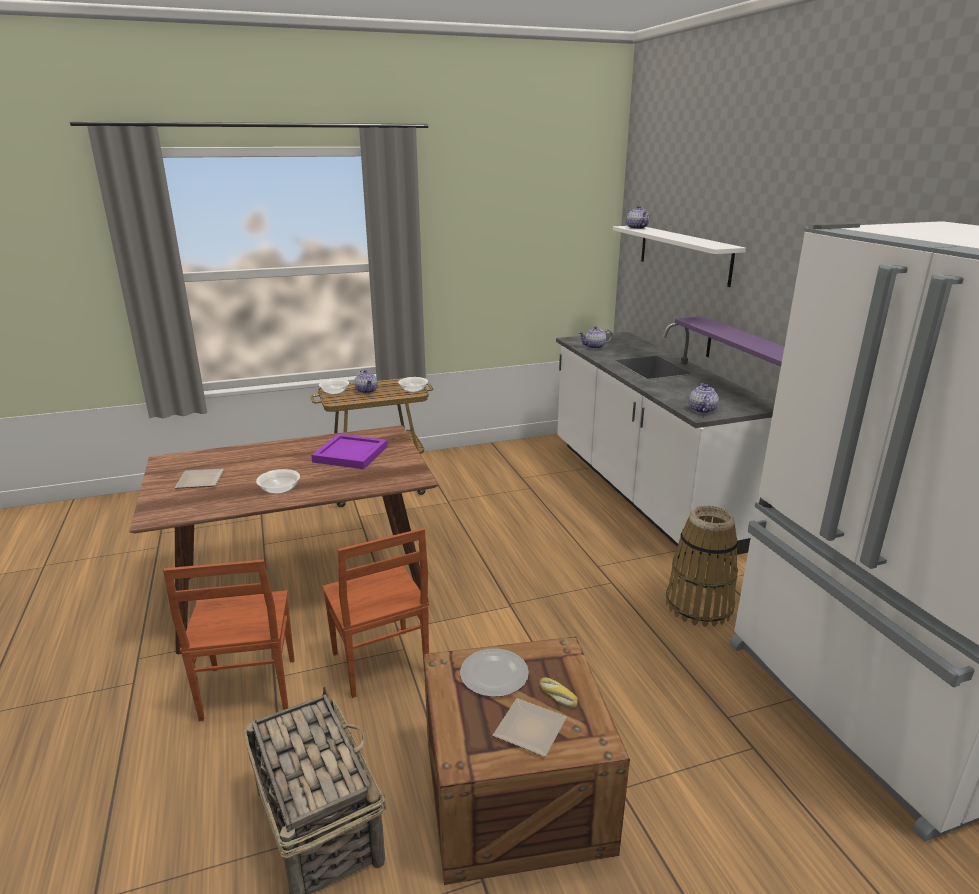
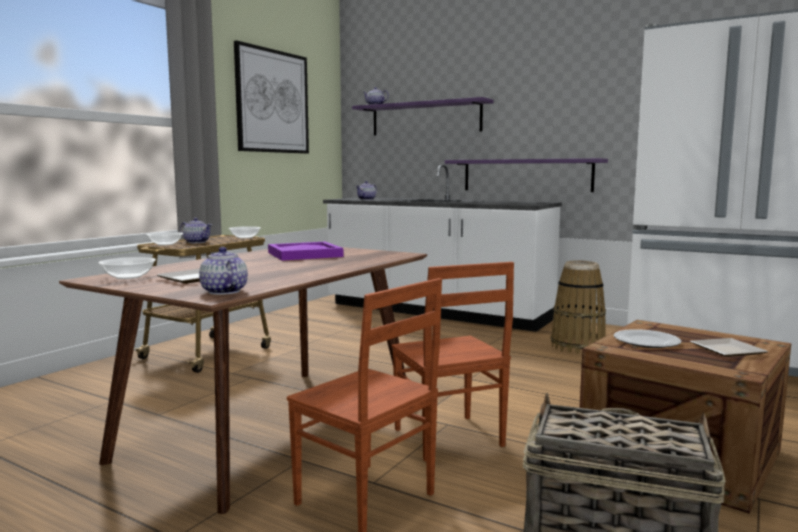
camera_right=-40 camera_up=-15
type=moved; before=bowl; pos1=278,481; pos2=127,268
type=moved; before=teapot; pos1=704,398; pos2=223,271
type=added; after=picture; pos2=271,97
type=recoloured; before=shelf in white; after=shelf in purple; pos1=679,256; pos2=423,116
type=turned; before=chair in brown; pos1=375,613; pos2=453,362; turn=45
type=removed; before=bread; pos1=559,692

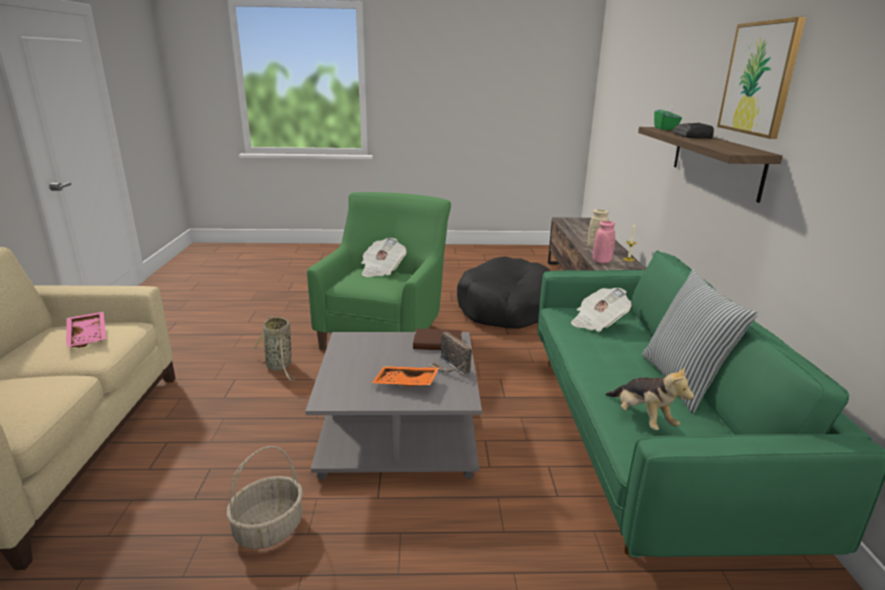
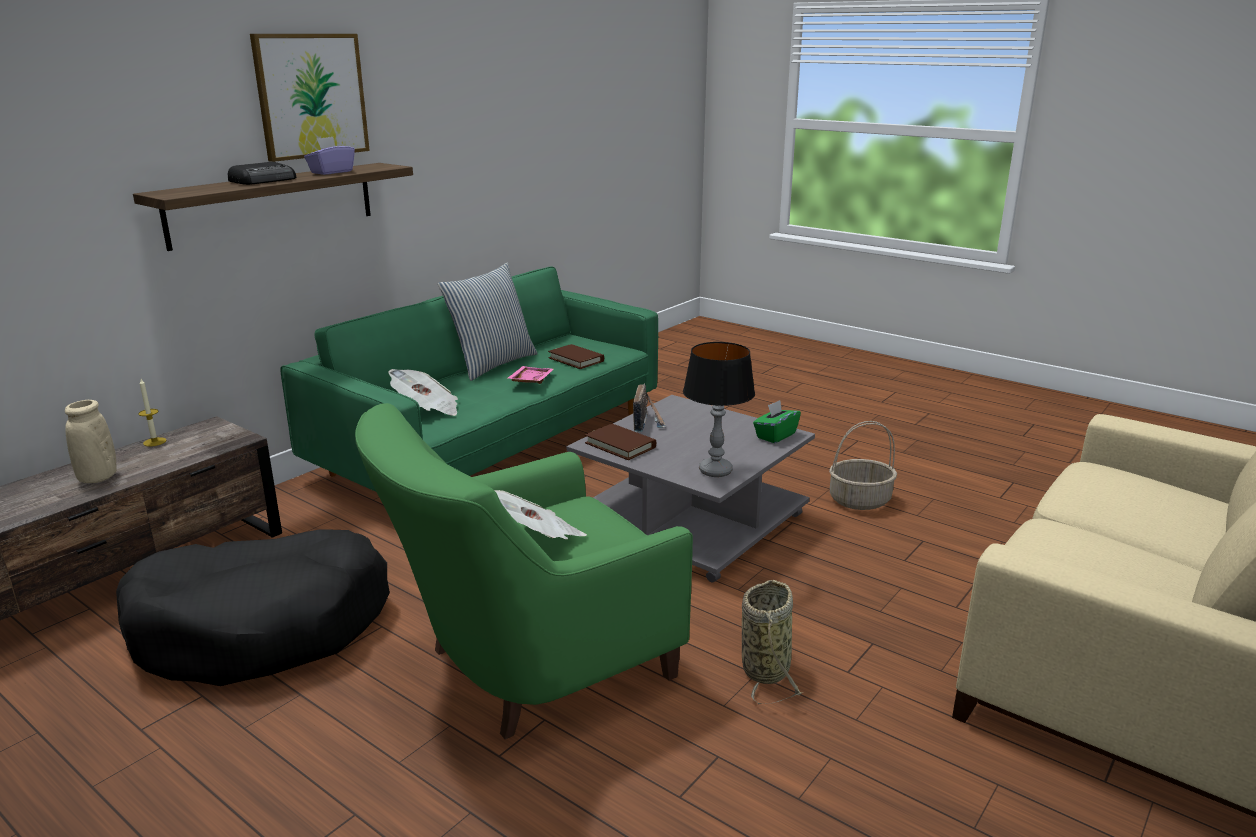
camera_right=-140 camera_up=0
type=added; after=tissue box in purple; pos2=329,156
type=moved; before=tray in pink; pos1=86,329; pos2=530,375
type=replaced; before=plush toy; after=book in brown; pos1=649,398; pos2=576,356
type=added; after=table lamp; pos2=719,409
type=moved; before=tissue box in green; pos1=668,117; pos2=777,421
type=removed; before=tray in orange; pos1=405,376
type=removed; before=vase in pink; pos1=604,242

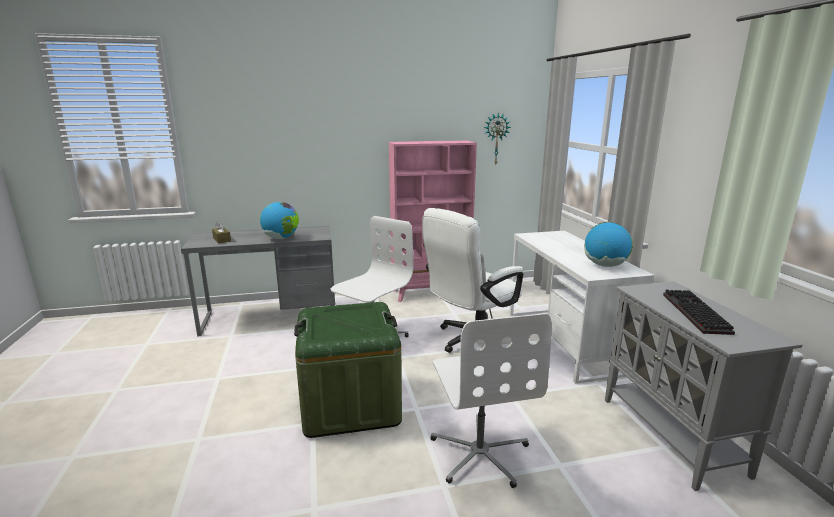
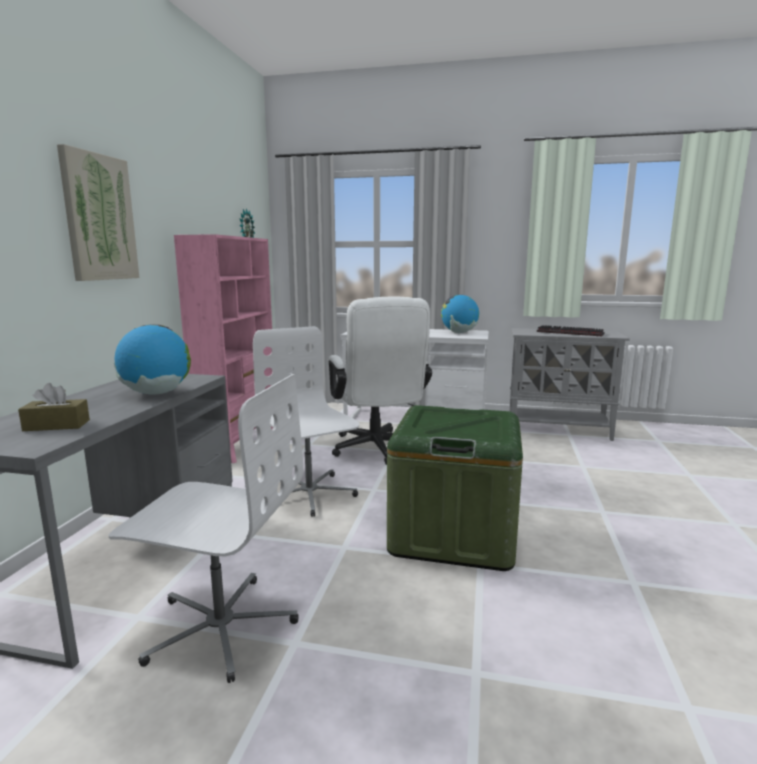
camera_right=-65 camera_up=-5
type=added; after=picture; pos2=98,212
type=moved; before=office chair in white; pos1=491,400; pos2=205,528

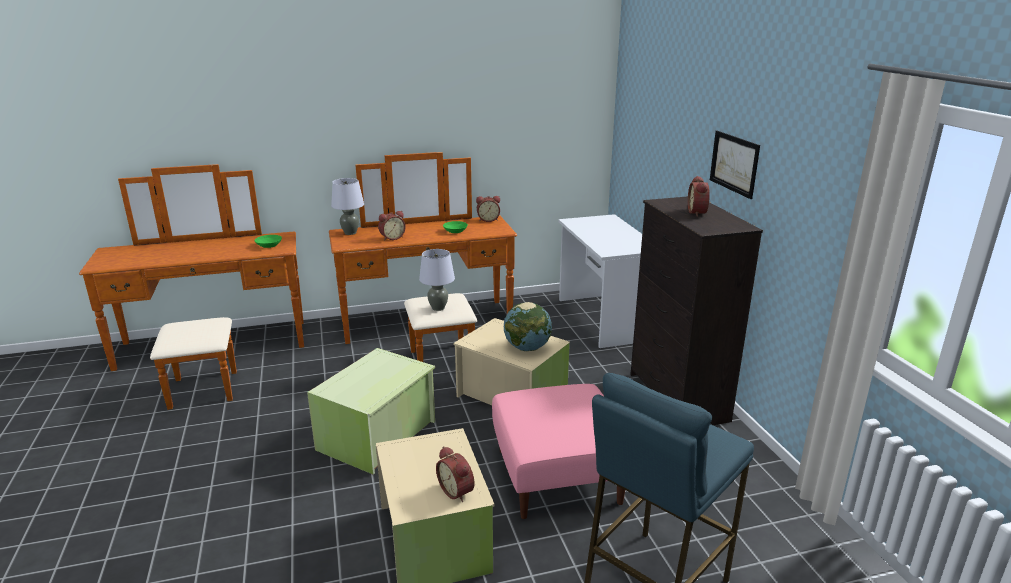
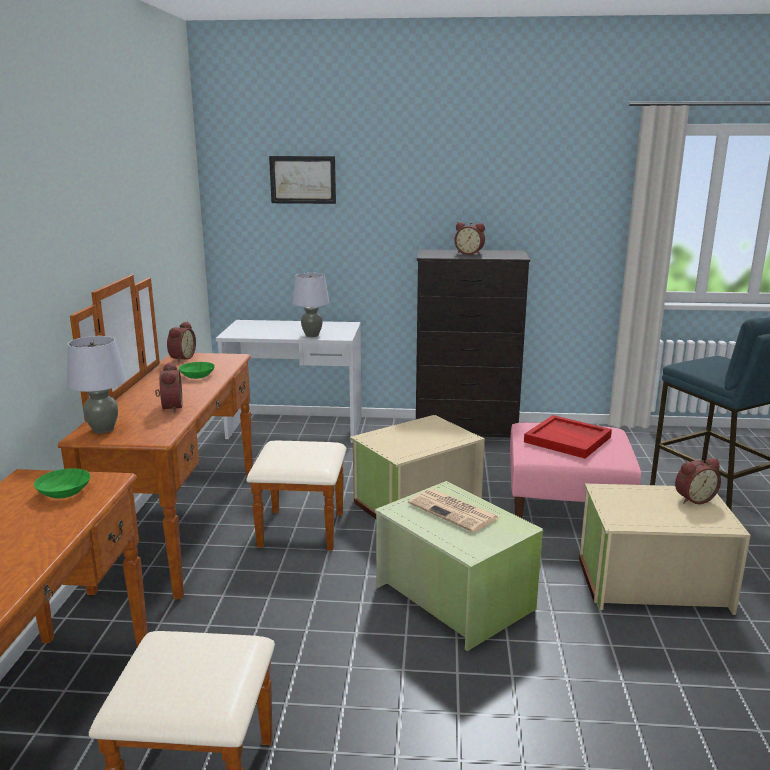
camera_right=-70 camera_up=-5
type=moved; before=picture; pos1=735,165; pos2=302,180
type=moved; before=table lamp in grey; pos1=437,280; pos2=311,305
type=added; after=newspaper; pos2=453,511
type=added; after=tray in red; pos2=568,437
type=removed; before=globe; pos1=528,326

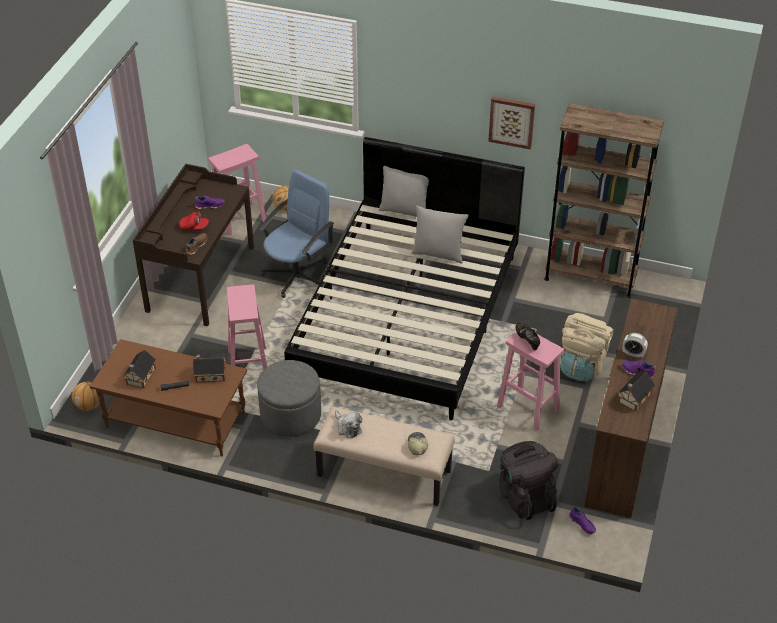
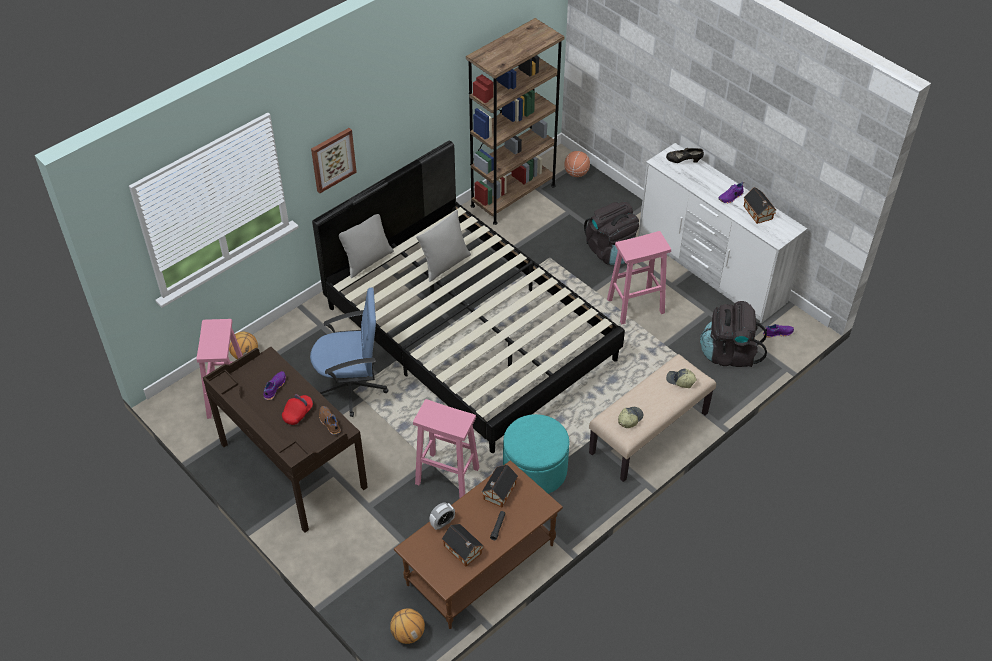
camera_right=-60 camera_up=5
type=turned; before=office chair in blue; pos1=296,234; pos2=349,352; turn=105
type=moved; before=picture; pos1=511,123; pos2=334,160
type=moved; before=alarm clock; pos1=635,345; pos2=442,516
type=recoloured; before=ottoman in grey; after=ottoman in turquoise; pos1=289,398; pos2=536,454
type=added; after=basketball; pos2=577,164
type=recoloured; before=backpack in beige; after=backpack in black; pos1=587,347; pos2=611,233
type=replaced; before=plush toy; after=cap; pos1=348,424; pos2=630,417
type=recoloured; before=dresser in brown; after=dresser in white; pos1=631,408; pos2=722,233
type=moved; before=shoe in black; pos1=528,336; pos2=685,155

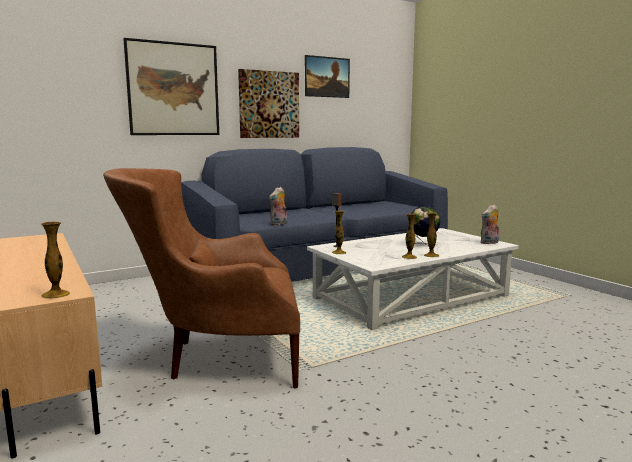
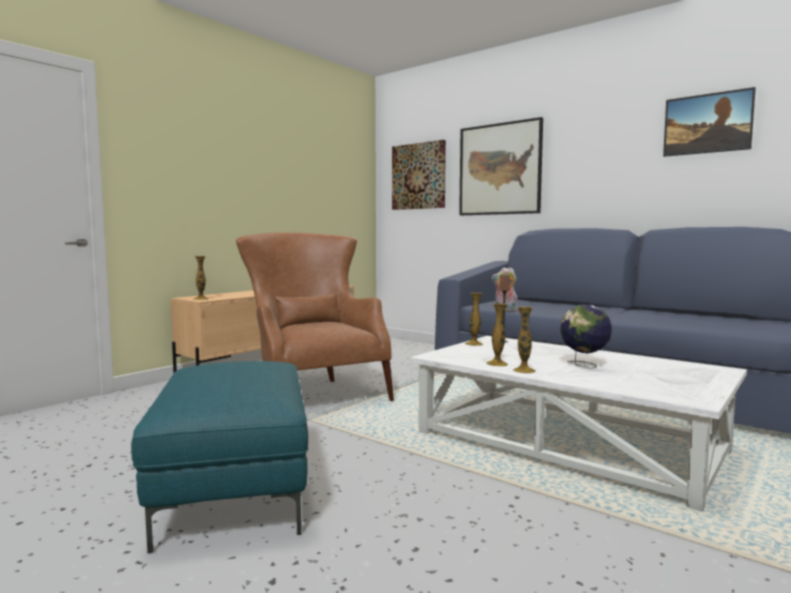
camera_right=70 camera_up=-5
type=added; after=ottoman in turquoise; pos2=219,457
type=moved; before=picture; pos1=268,103; pos2=419,175
type=removed; before=plush toy; pos1=490,224

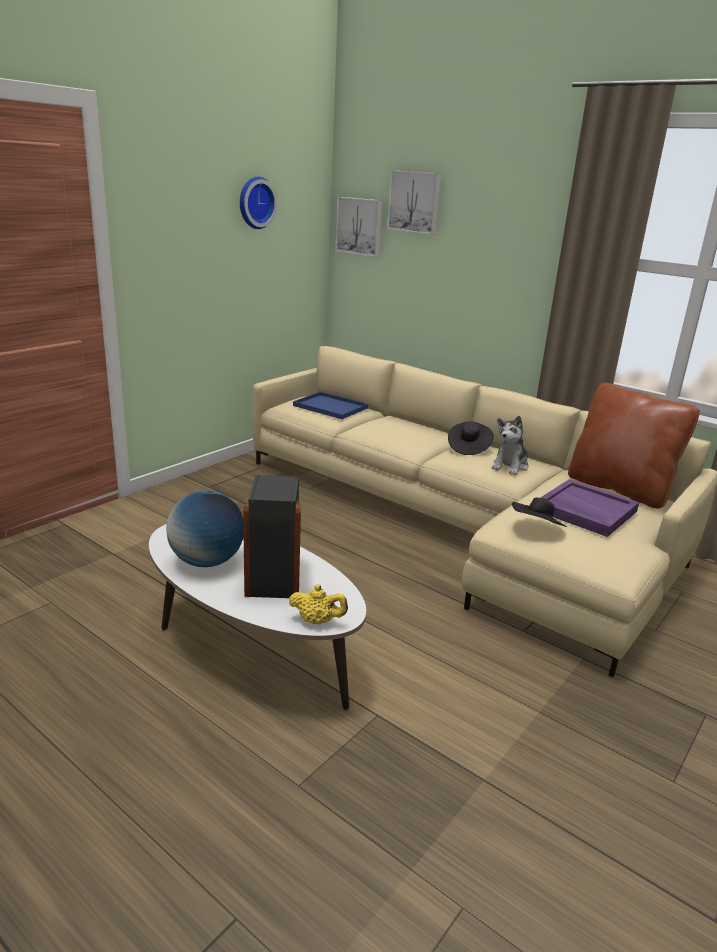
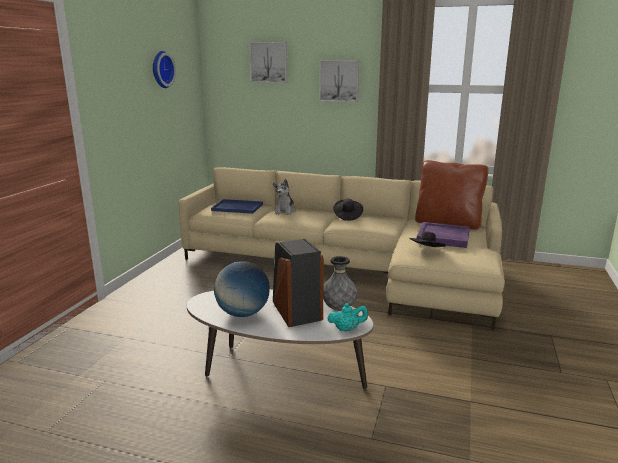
camera_right=-20 camera_up=-5
type=moved; before=plush toy; pos1=510,445; pos2=284,197
type=moved; before=picture; pos1=359,227; pos2=339,81
type=added; after=vase in grey; pos2=340,283
type=recoloured; before=teapot in yellow; after=teapot in turquoise; pos1=318,604; pos2=347,317

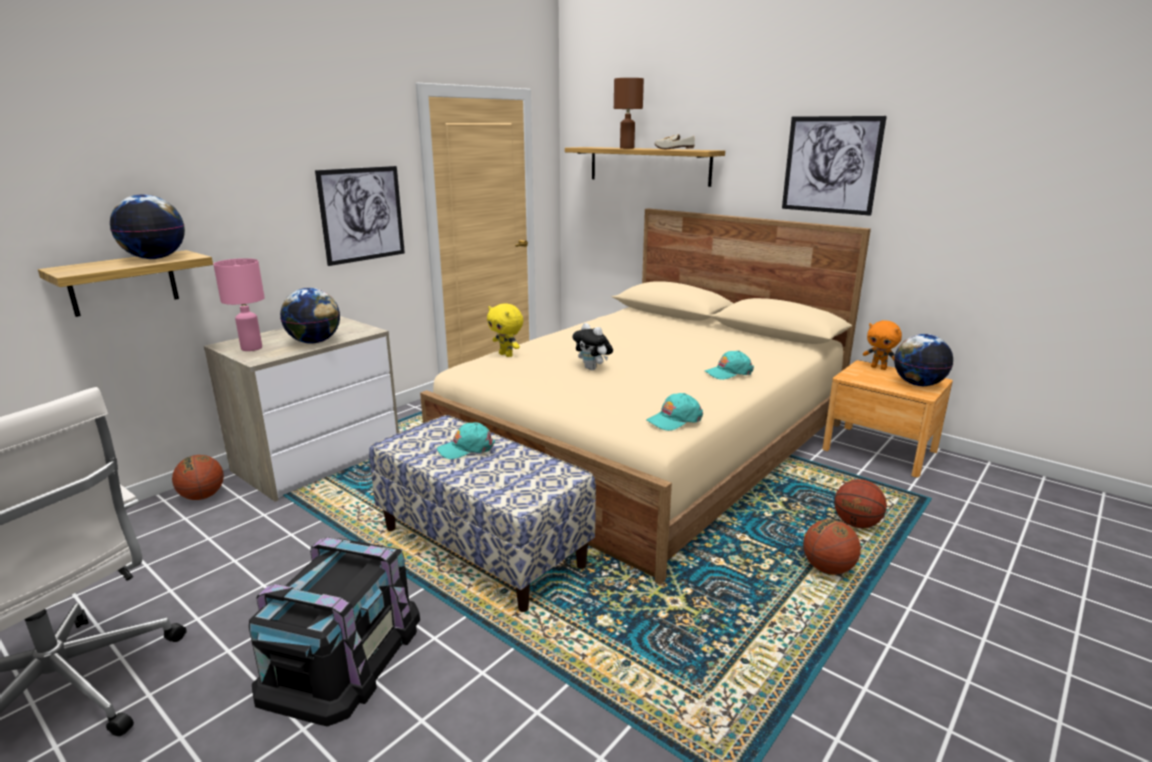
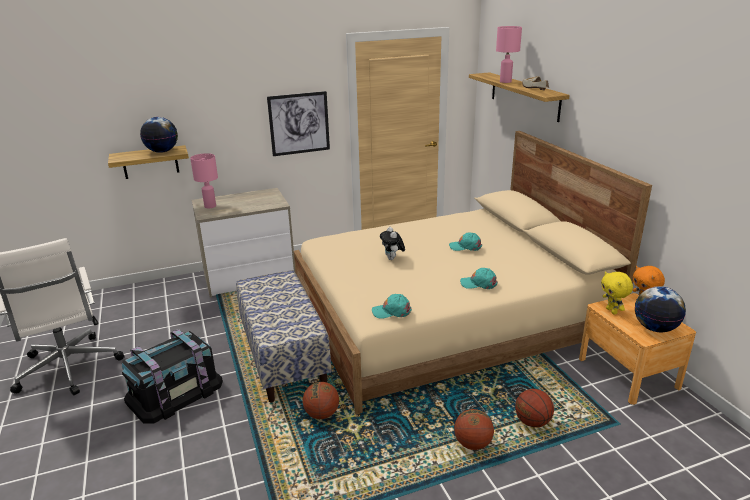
camera_right=30 camera_up=5
type=moved; before=basketball; pos1=198,477; pos2=321,400
type=moved; before=cap in turquoise; pos1=466,440; pos2=465,241
type=recoloured; before=table lamp in brown; after=table lamp in pink; pos1=629,113; pos2=509,54
type=moved; before=plush toy in yellow; pos1=505,330; pos2=617,292
type=removed; before=globe; pos1=310,316
type=removed; before=picture; pos1=834,166

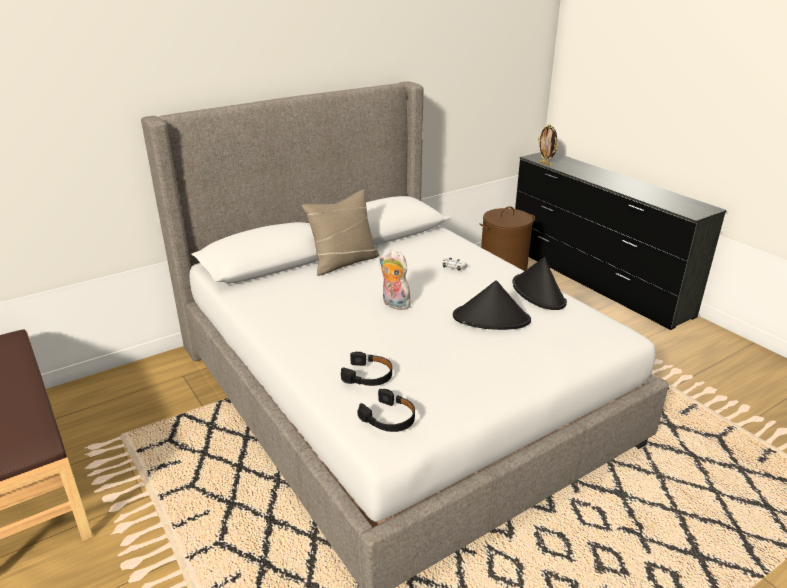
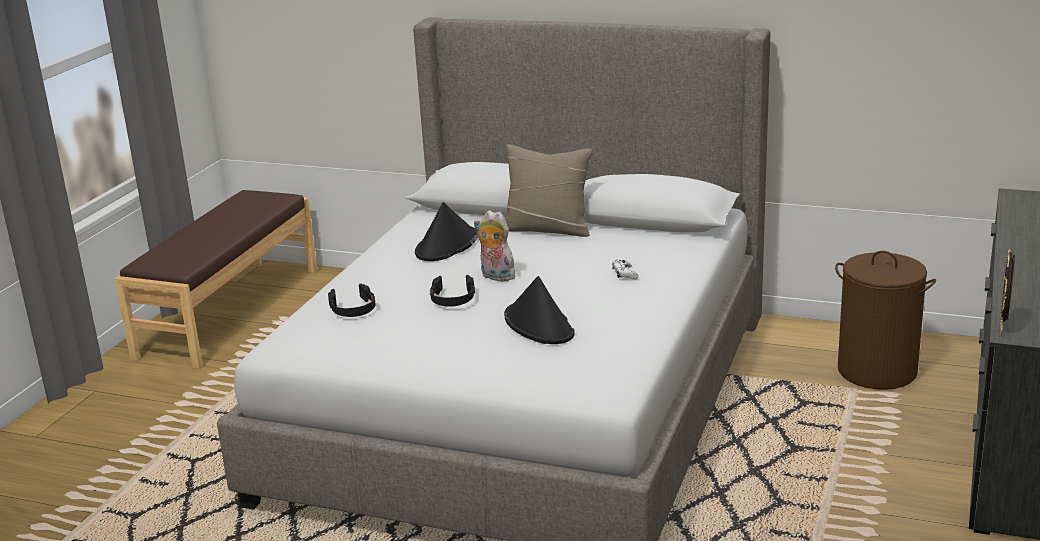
camera_right=55 camera_up=-5
type=moved; before=hat in black; pos1=539,283; pos2=446,231
type=moved; before=headphones in black; pos1=386,410; pos2=452,291
type=turned; before=plush toy; pos1=395,280; pos2=495,245; turn=-60
type=moved; before=picture frame; pos1=548,145; pos2=1007,292

